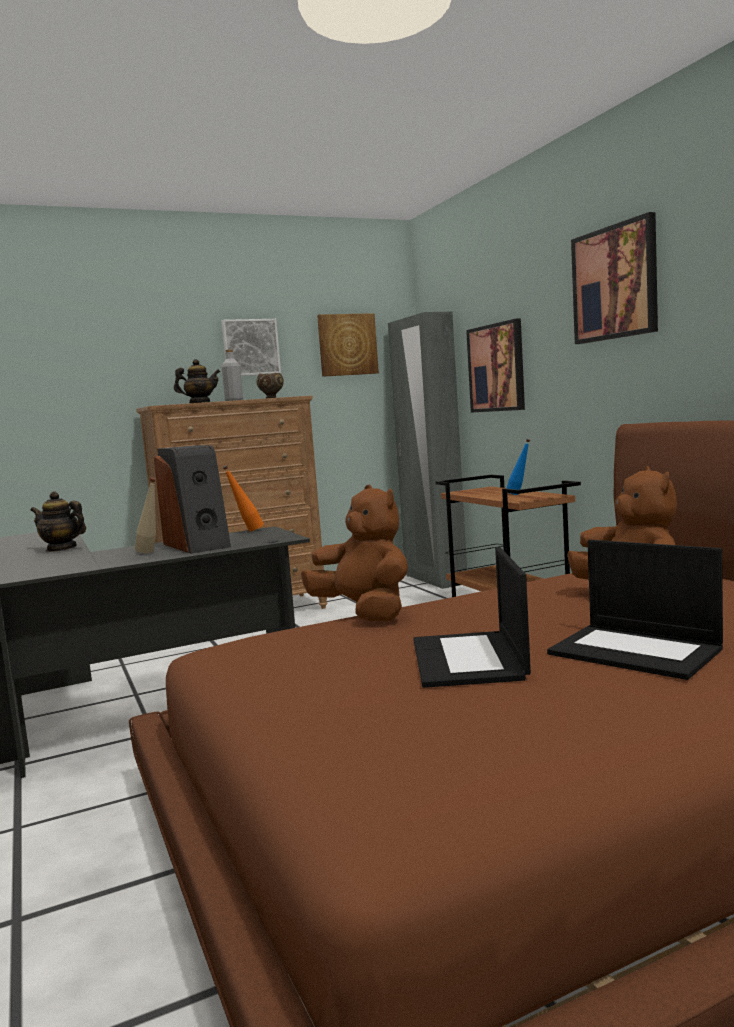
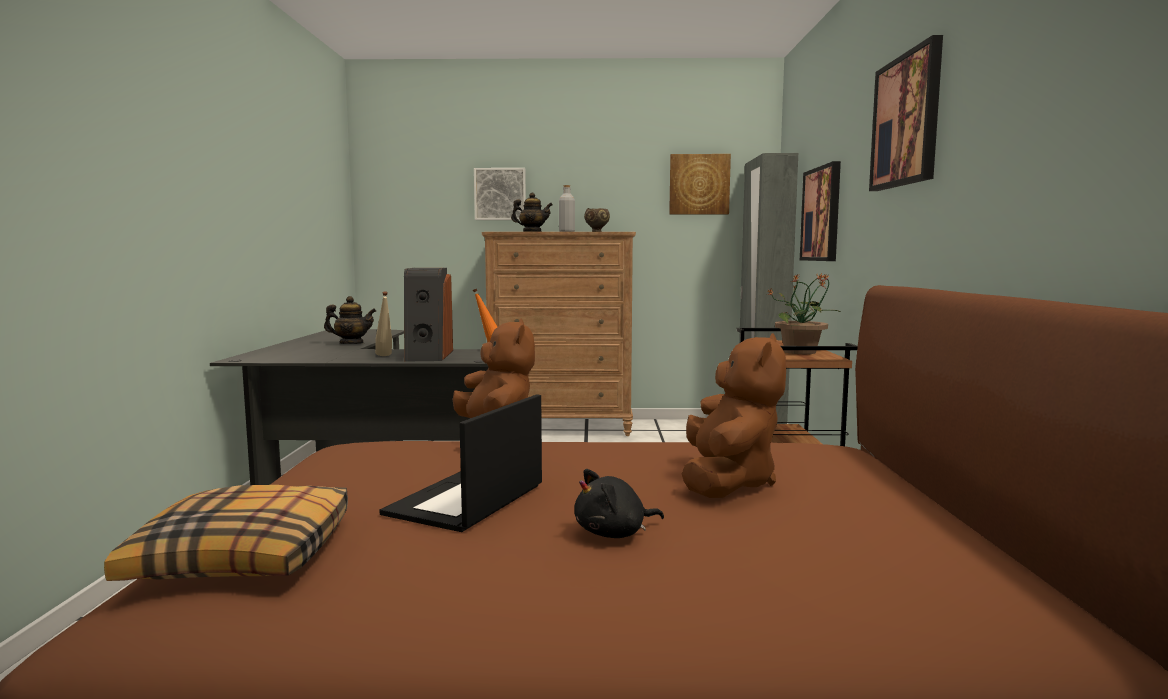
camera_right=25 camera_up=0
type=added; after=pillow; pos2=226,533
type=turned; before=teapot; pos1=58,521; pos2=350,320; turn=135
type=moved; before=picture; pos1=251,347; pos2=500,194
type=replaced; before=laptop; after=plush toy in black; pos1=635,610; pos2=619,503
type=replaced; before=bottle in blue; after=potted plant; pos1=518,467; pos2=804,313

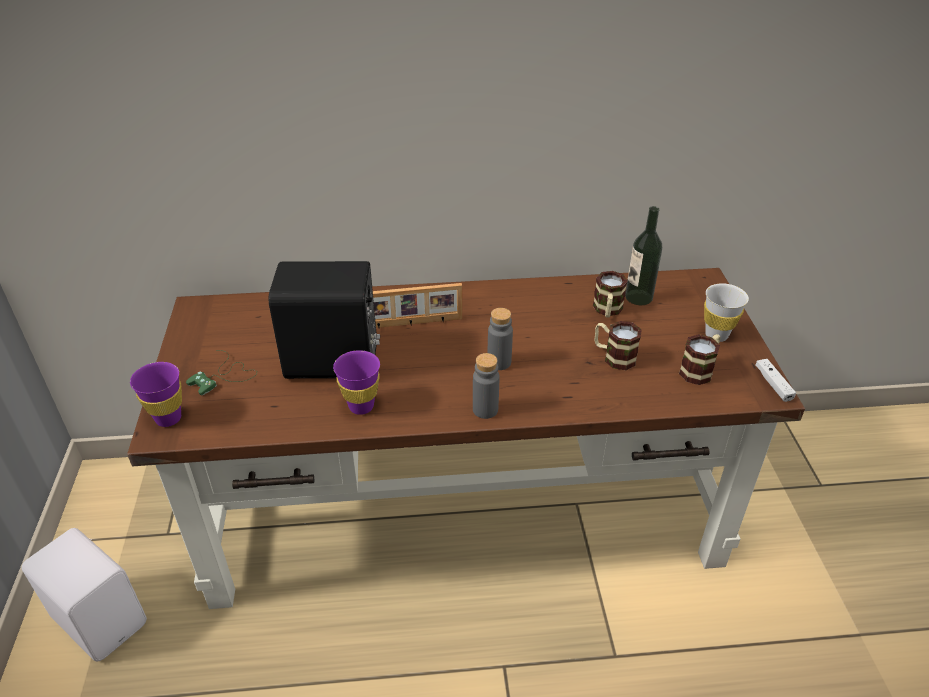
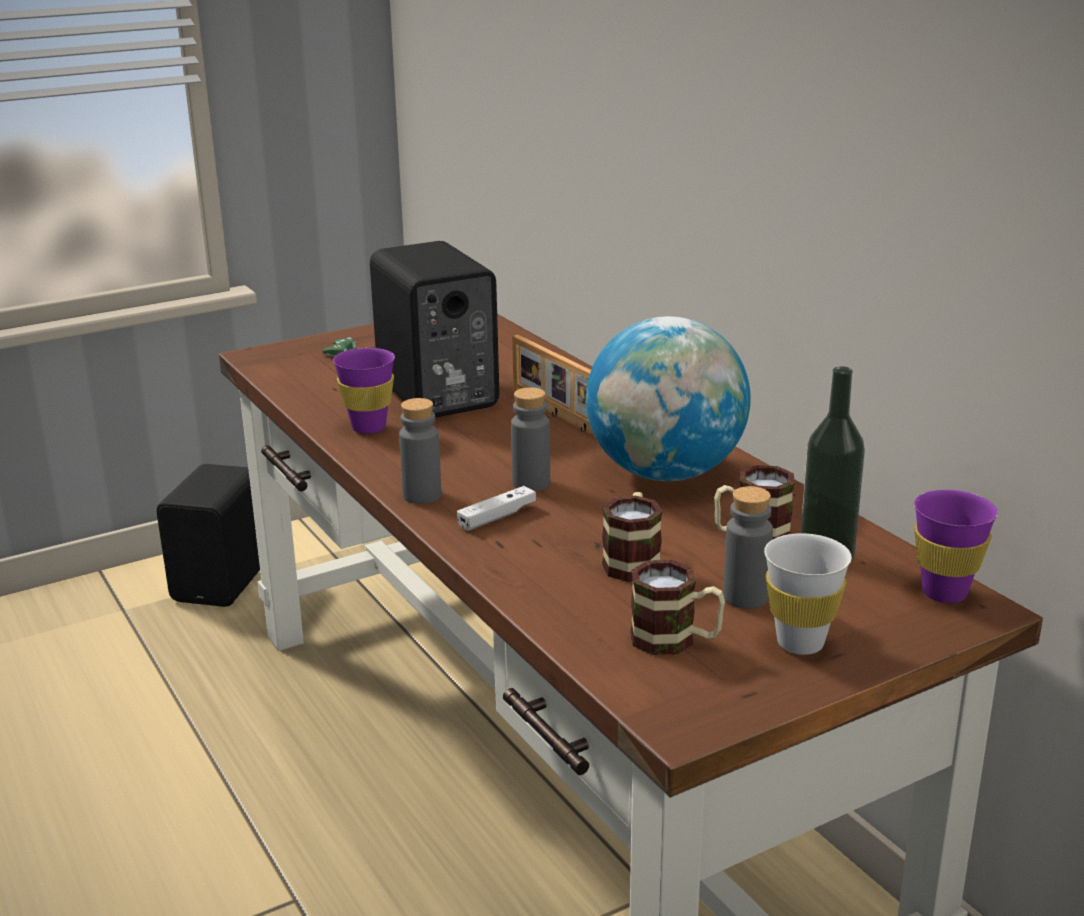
camera_right=65 camera_up=-15
type=recoloured; before=speaker in white; after=speaker in black; pos1=84,595; pos2=208,535
type=moved; before=game controller in white; pos1=776,380; pos2=496,508
type=added; after=globe; pos2=668,398
type=added; after=bottle in grey; pos2=748,547
type=moved; before=cup in purple; pos1=156,394; pos2=956,546

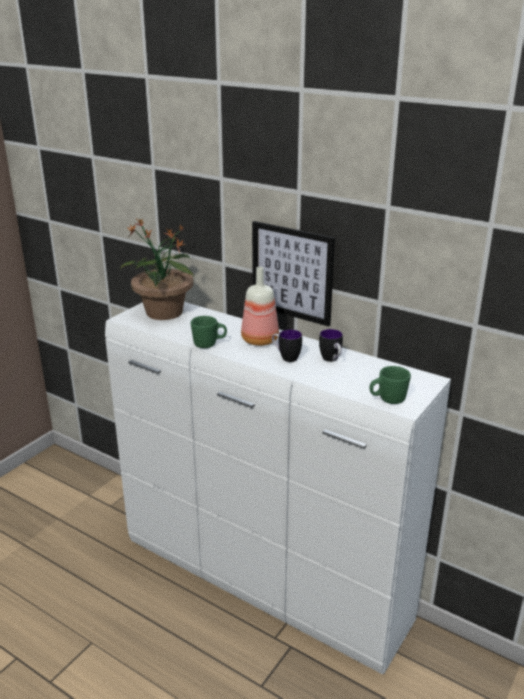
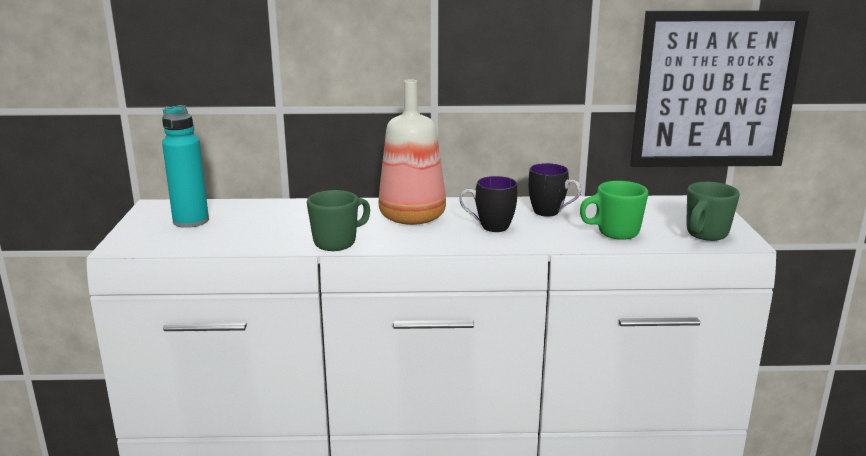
camera_right=-35 camera_up=-5
type=replaced; before=potted plant; after=bottle in turquoise; pos1=157,269; pos2=185,166
type=added; after=mug in green; pos2=614,210
type=moved; before=picture; pos1=293,274; pos2=719,88

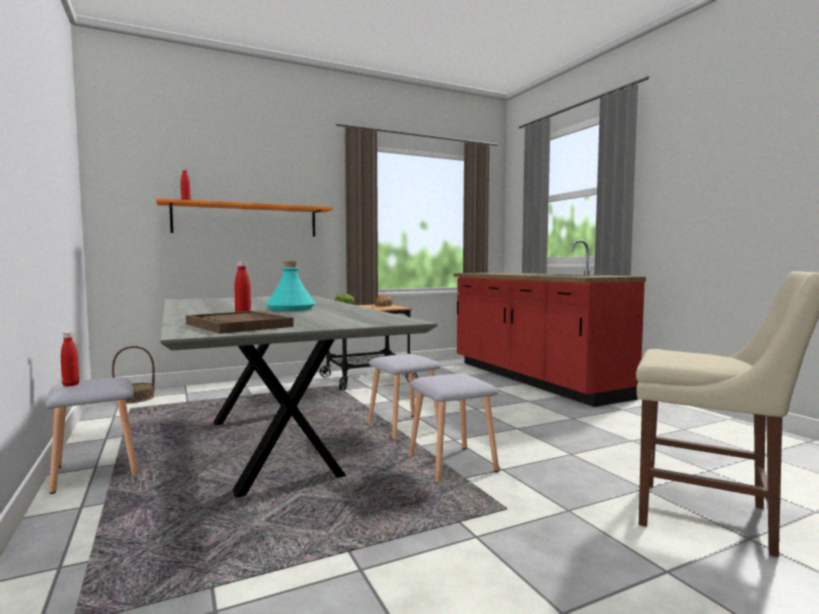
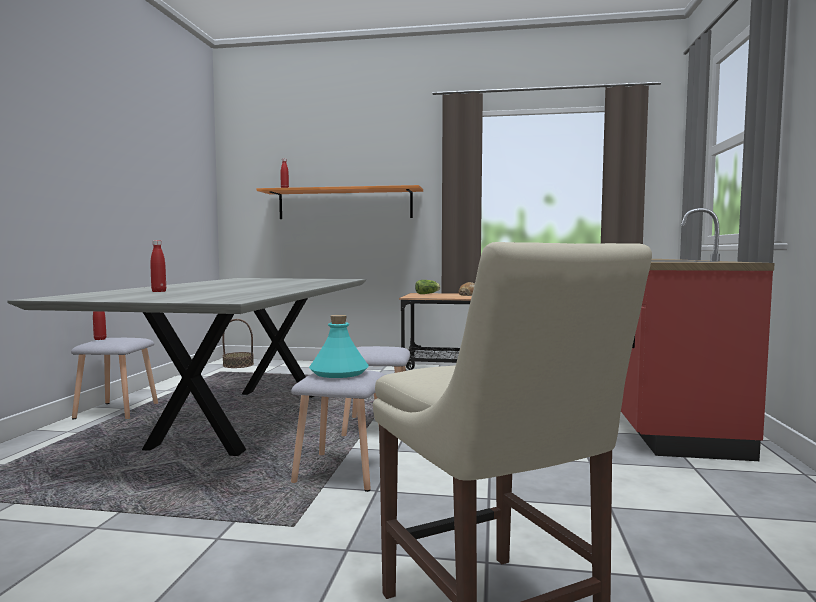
camera_right=35 camera_up=0
type=moved; before=bottle in turquoise; pos1=291,286; pos2=339,346
type=removed; before=tray in brown; pos1=240,322

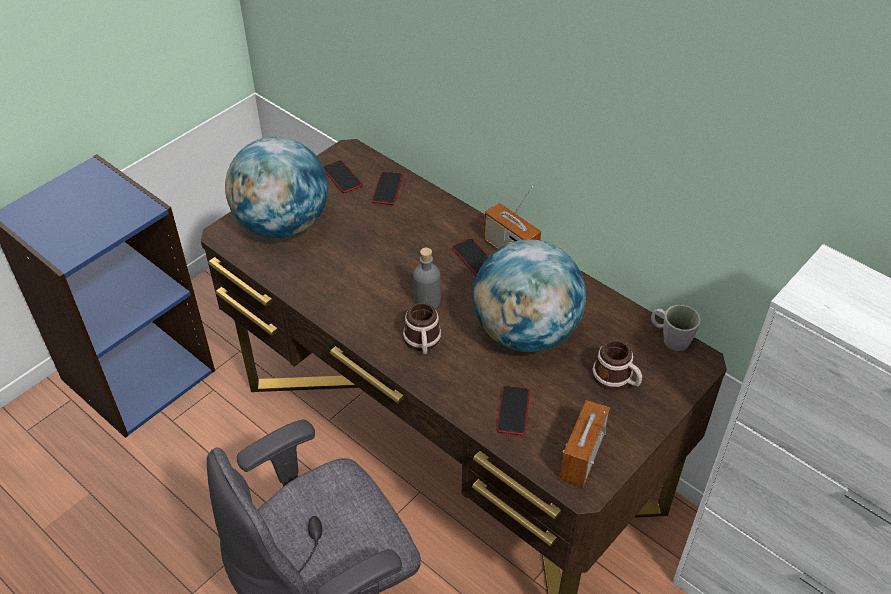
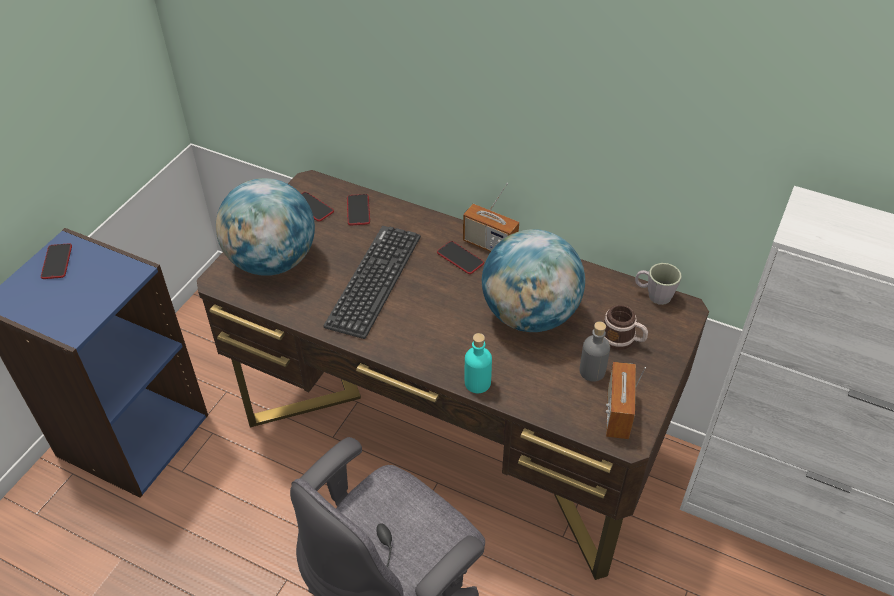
camera_right=-15 camera_up=0
type=moved; before=phone; pos1=513,410; pos2=56,261
type=added; after=keyboard; pos2=372,282
type=added; after=bottle in turquoise; pos2=478,363
type=moved; before=bottle in grey; pos1=427,278; pos2=594,351
type=removed; before=mug; pos1=422,328

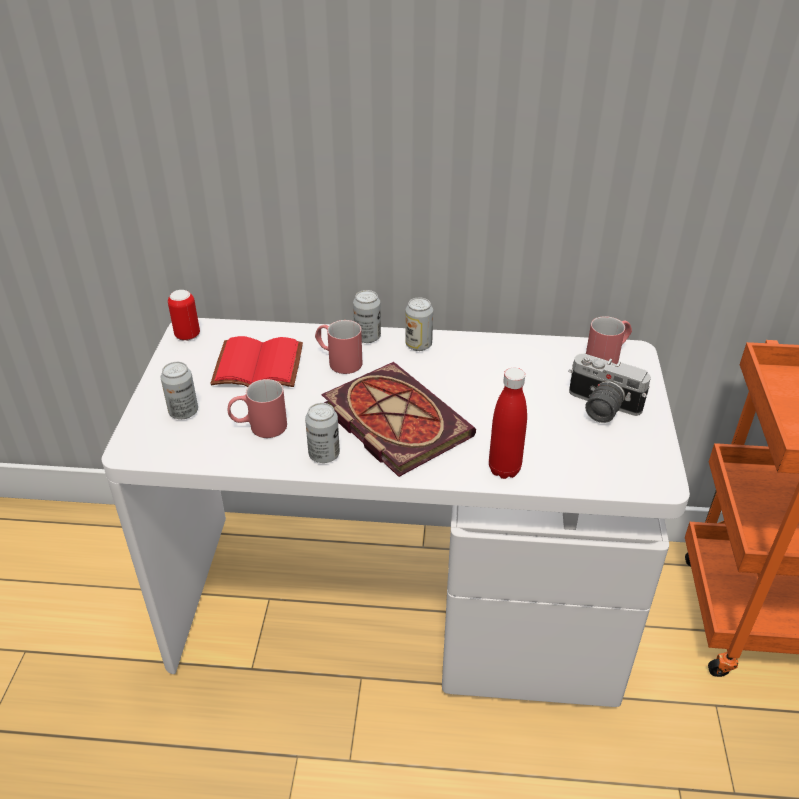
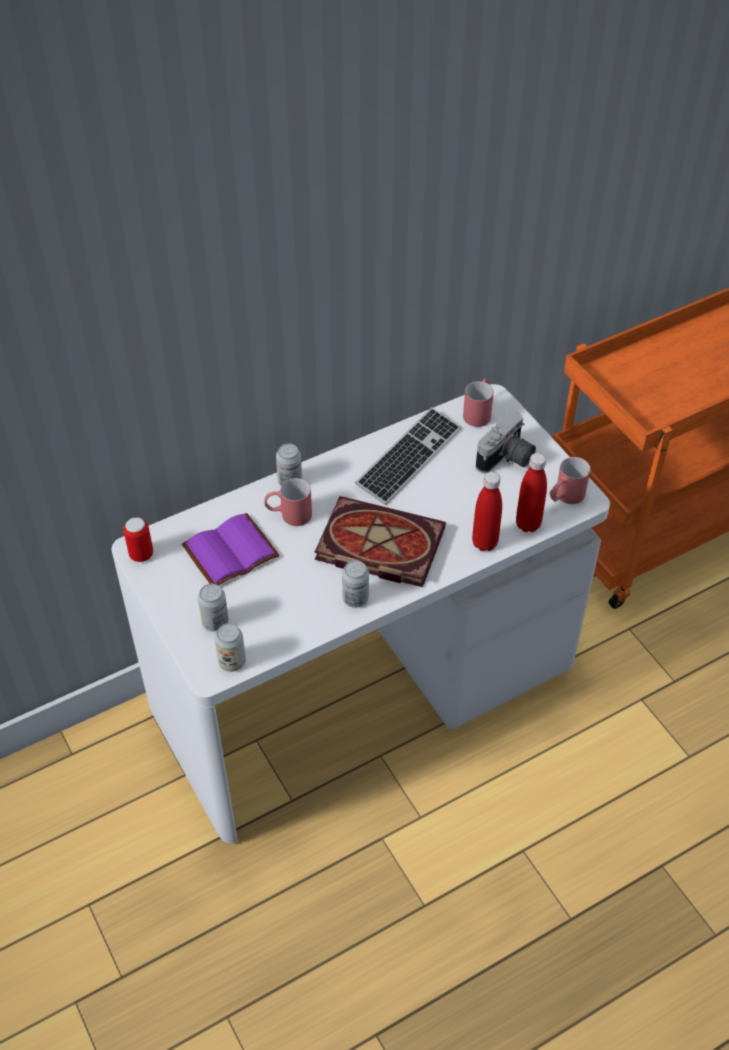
camera_right=-35 camera_up=10
type=recoloured; before=book in red; after=book in purple; pos1=256,361; pos2=231,549
type=moved; before=can; pos1=419,324; pos2=230,647
type=added; after=keyboard; pos2=408,456
type=turned; before=photo camera; pos1=609,388; pos2=506,442; turn=-45
type=added; after=bottle in red; pos2=531,492
type=moved; before=mug in red; pos1=257,408; pos2=570,480

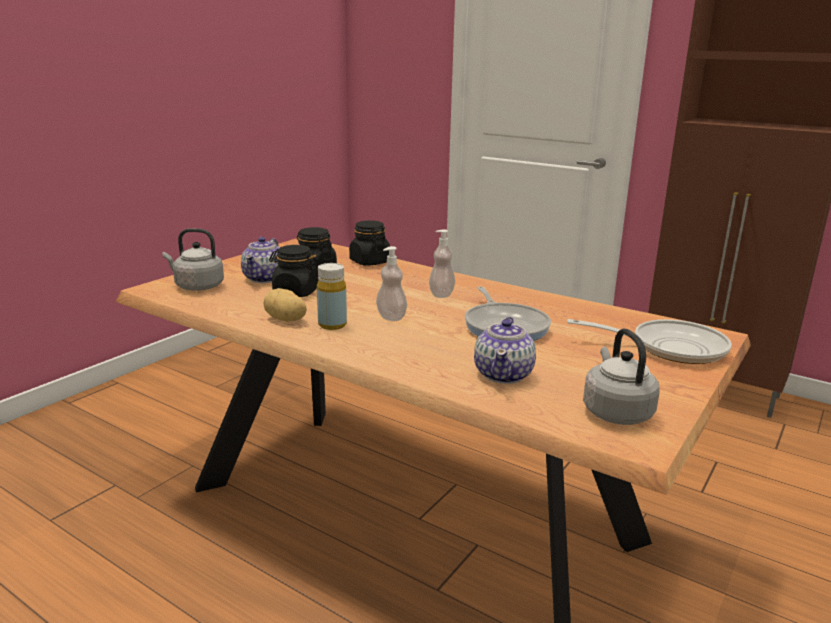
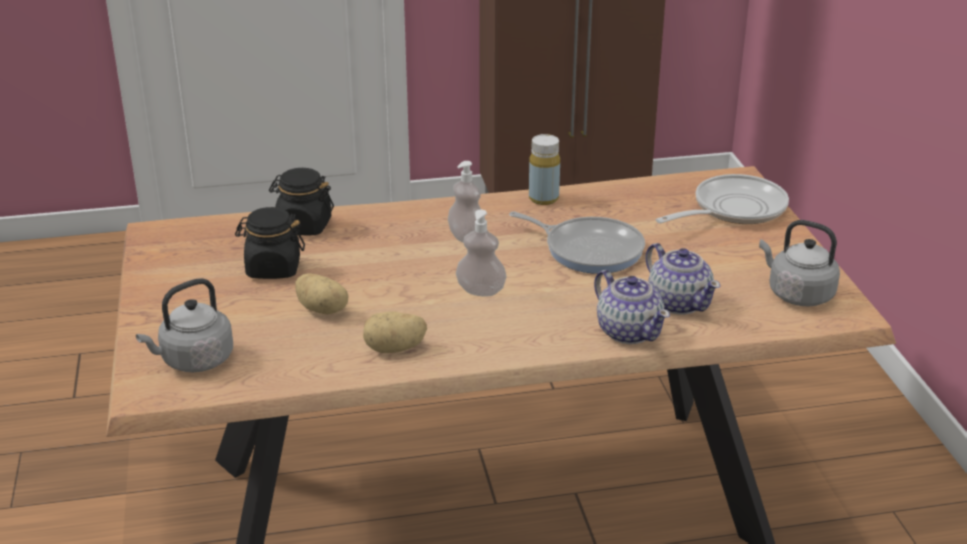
camera_right=-45 camera_up=10
type=replaced; before=jar in black; after=potato; pos1=293,271; pos2=322,293
type=moved; before=bottle in yellow; pos1=332,296; pos2=544,169
type=moved; before=teapot; pos1=260,260; pos2=632,307

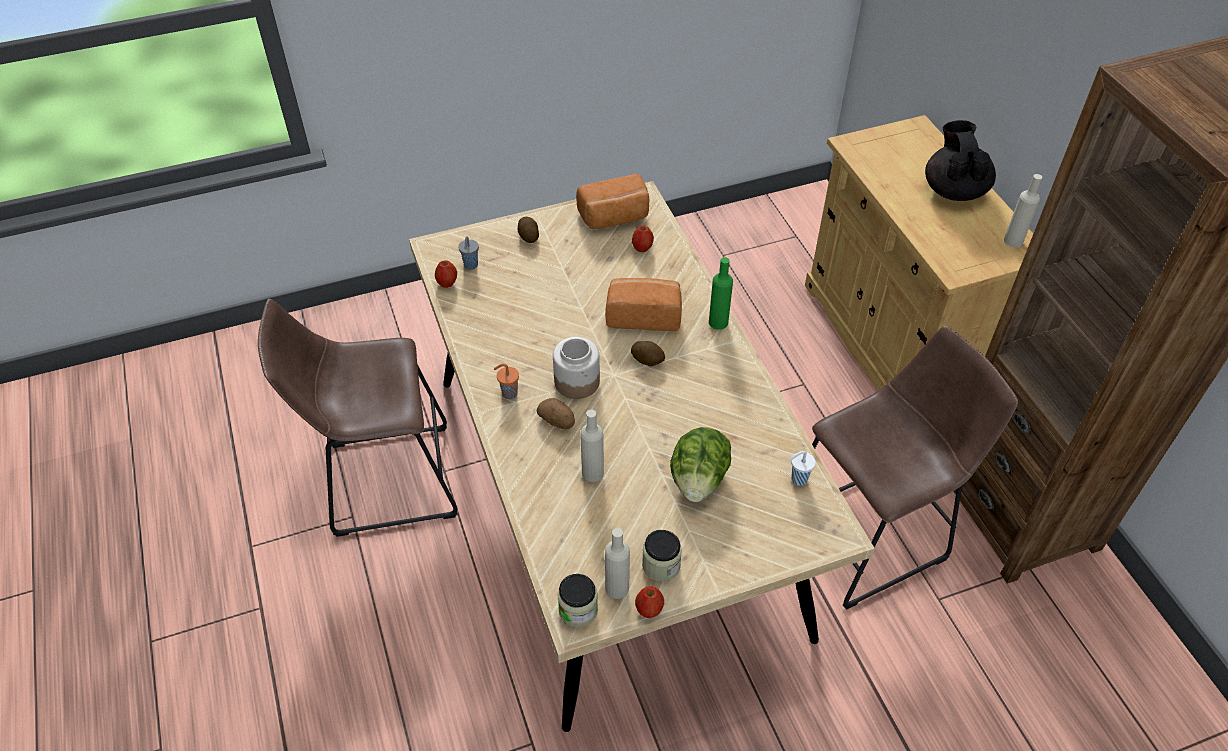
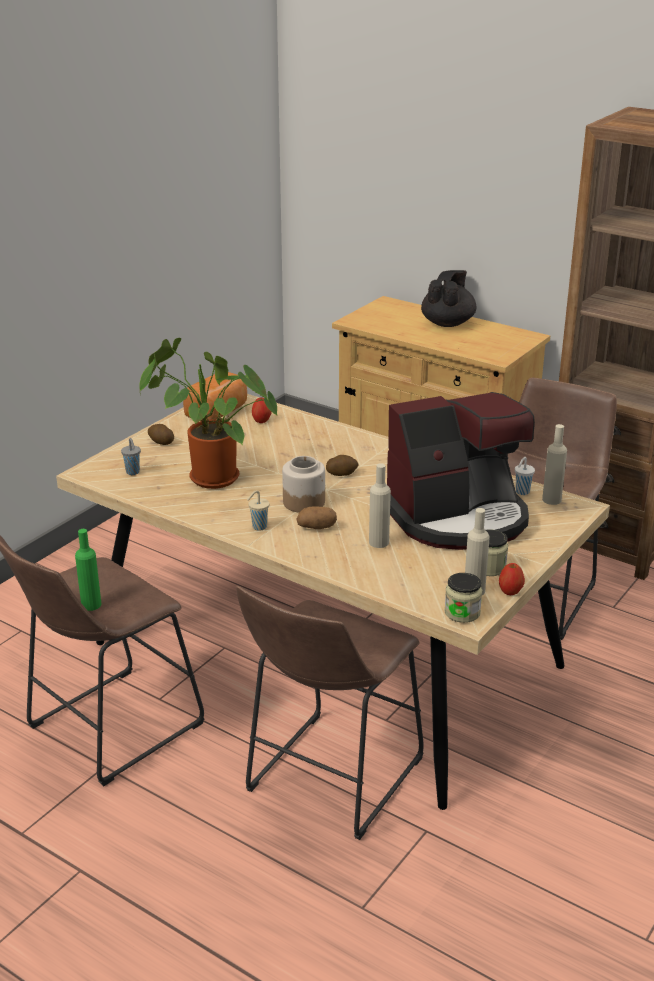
camera_right=-35 camera_up=-20
type=moved; before=bottle in green; pos1=721,293; pos2=88,570
type=added; after=potted plant; pos2=208,413
type=added; after=stool in brown; pos2=330,713
type=recoloured; before=cup in orange; after=cup in beige; pos1=506,381; pos2=258,510
type=replaced; before=lettuce; after=coffee machine; pos1=700,464; pos2=461,471
type=turned; before=teapot in black; pos1=960,160; pos2=448,298; turn=60
type=moved; before=bottle in beige; pos1=1023,211; pos2=554,464
type=removed; before=apple; pos1=446,274
type=removed; before=bread; pos1=643,304

